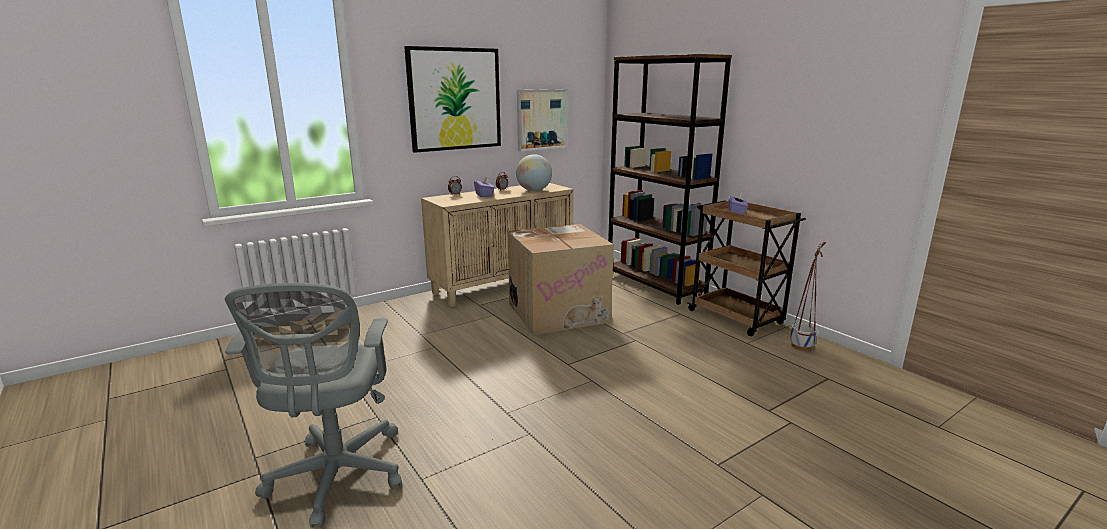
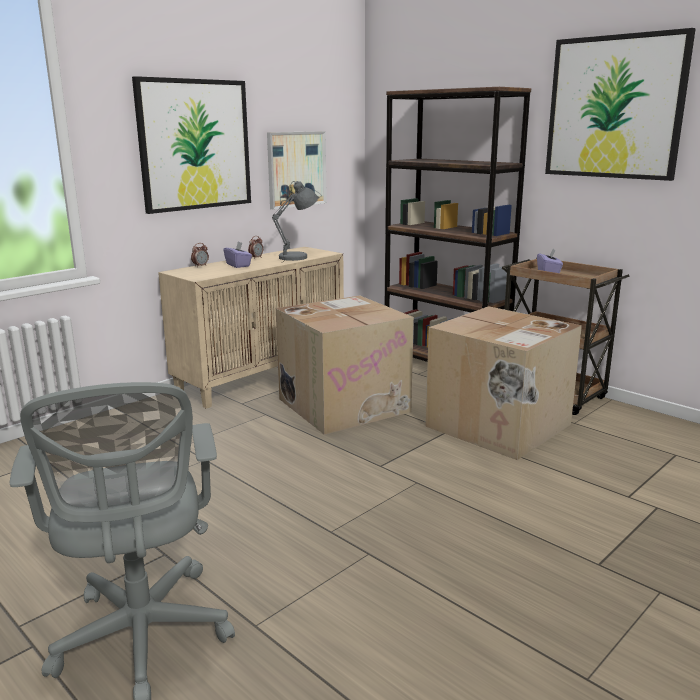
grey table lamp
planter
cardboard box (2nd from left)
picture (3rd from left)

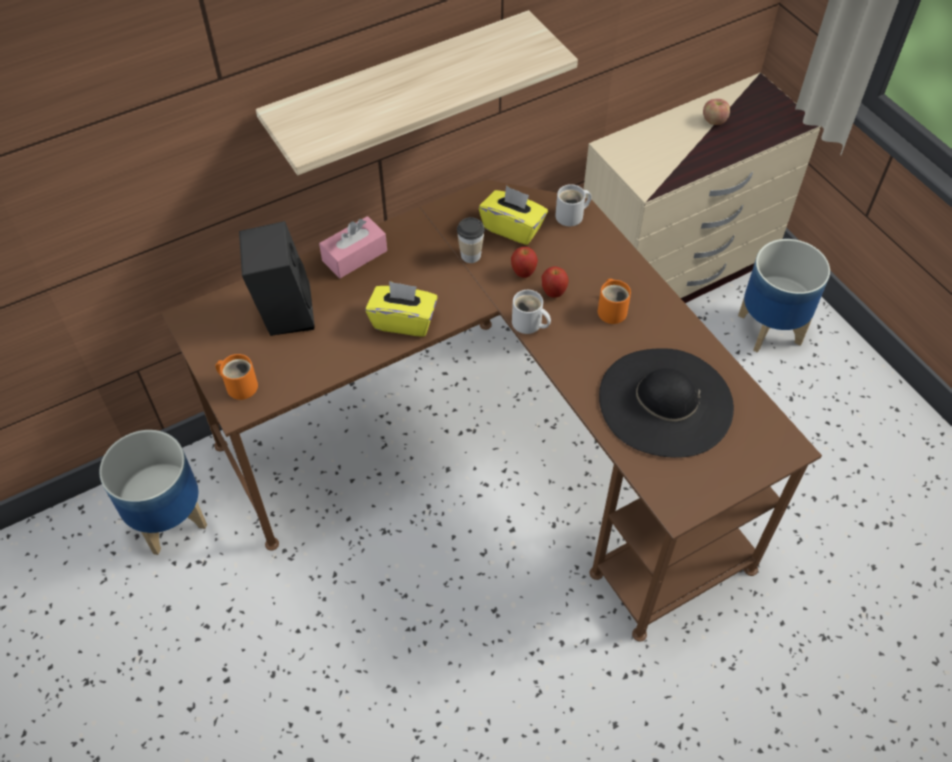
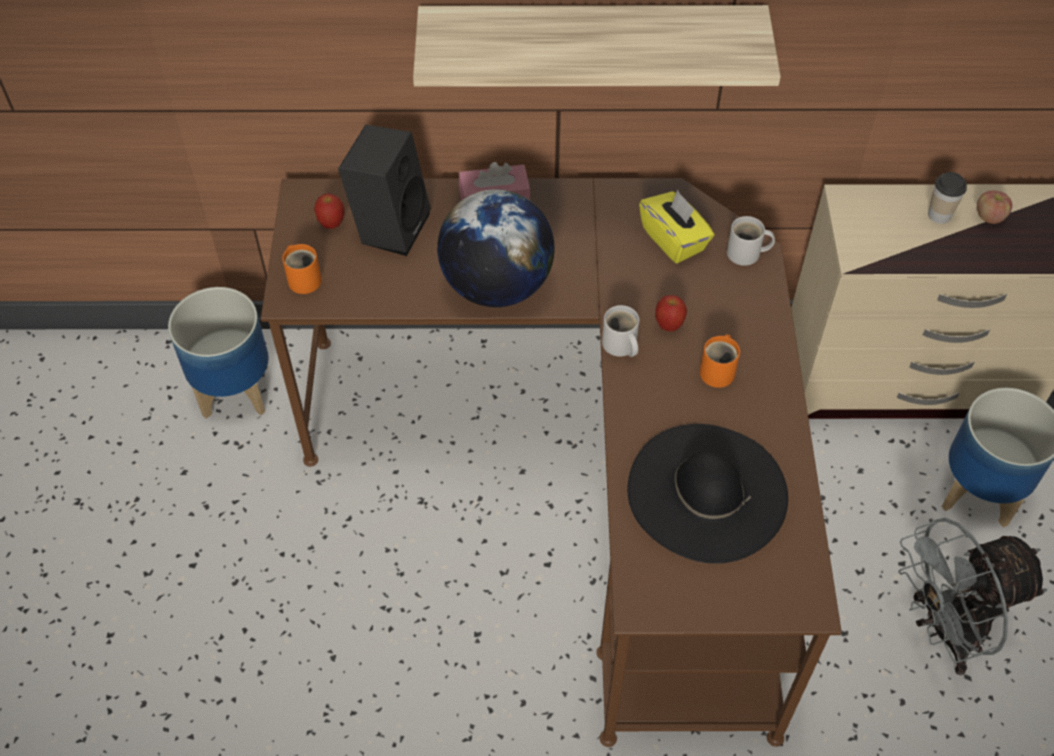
globe
cup
apple (1st from left)
grey fan

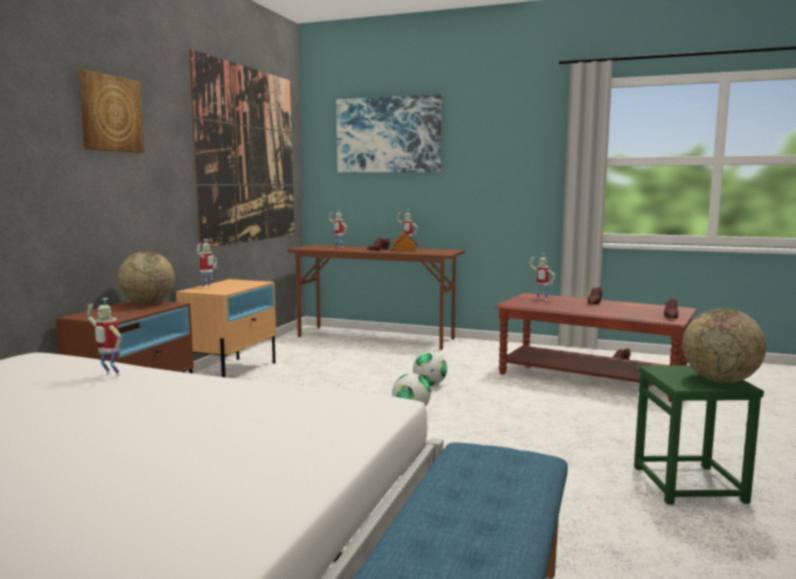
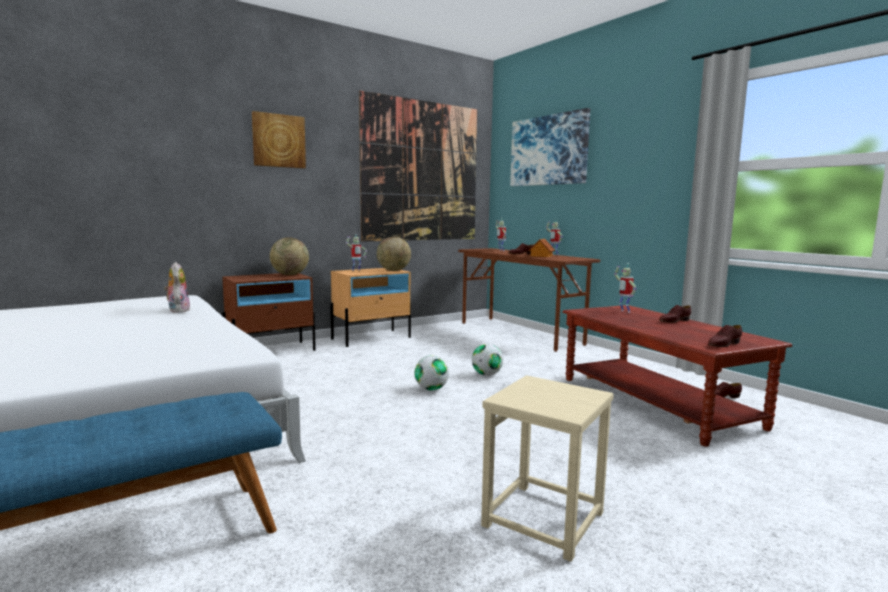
plush toy
beige stool
globe (2nd from left)

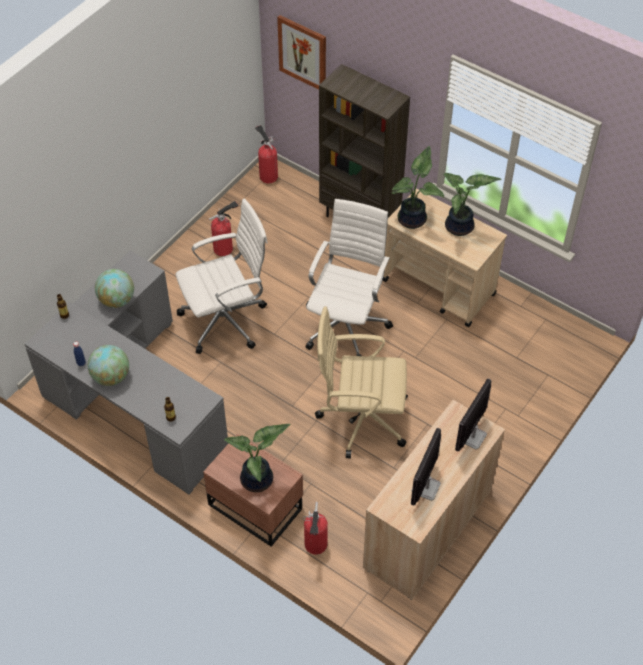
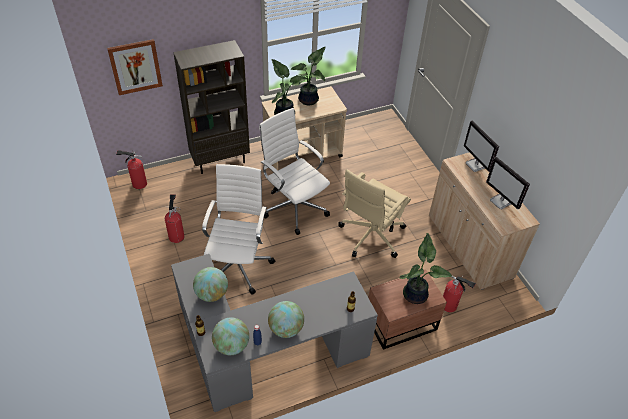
globe (2nd from left)

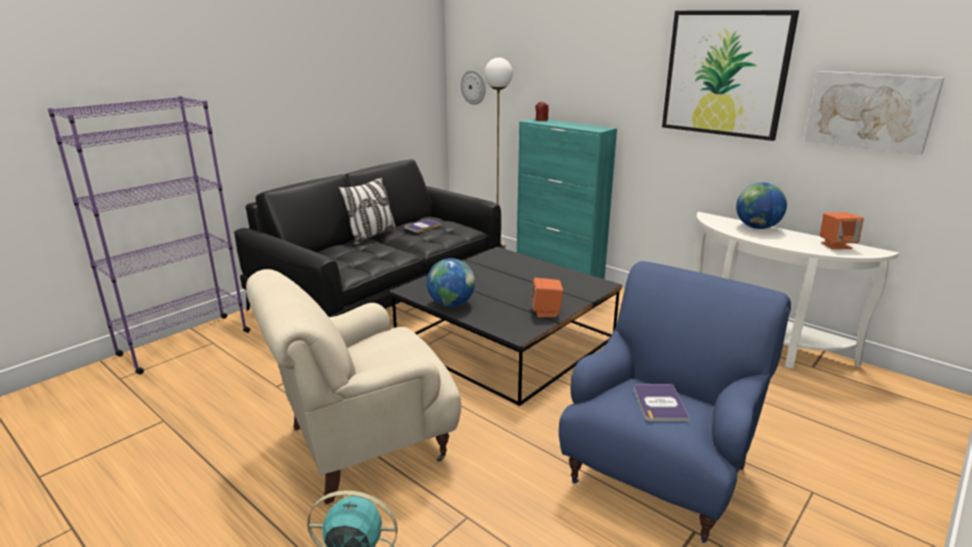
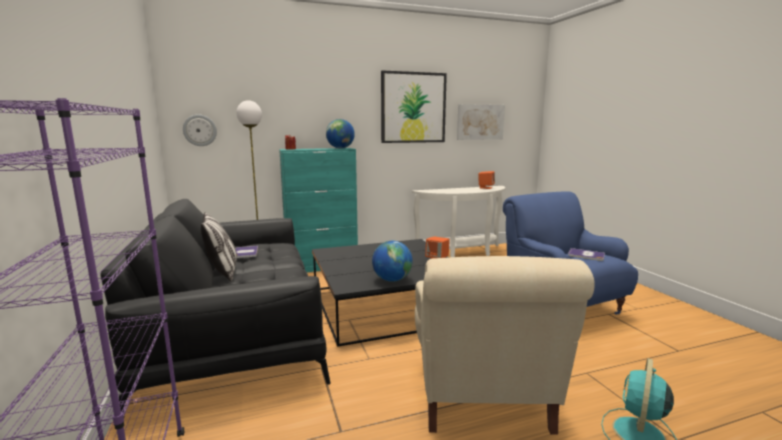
globe (1st from left)

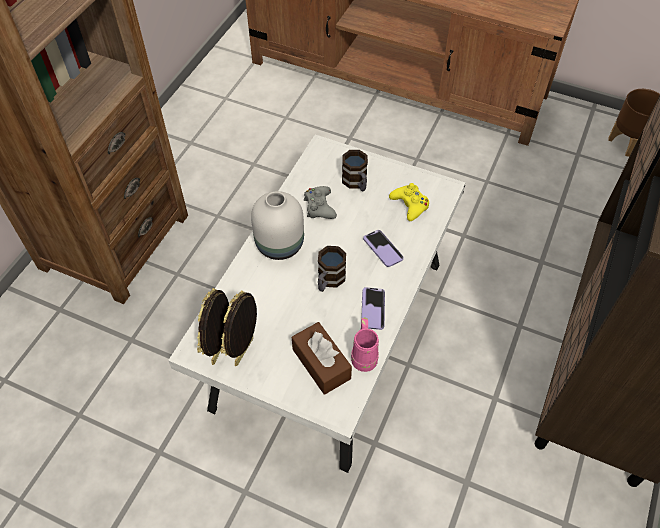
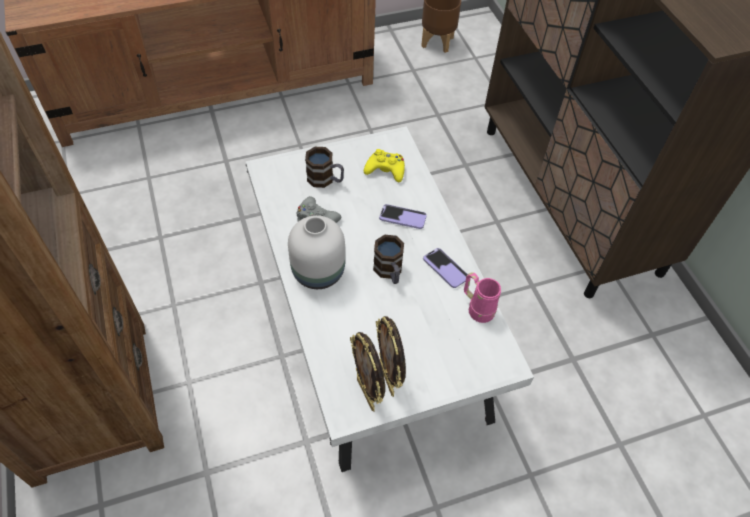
brown tissue box

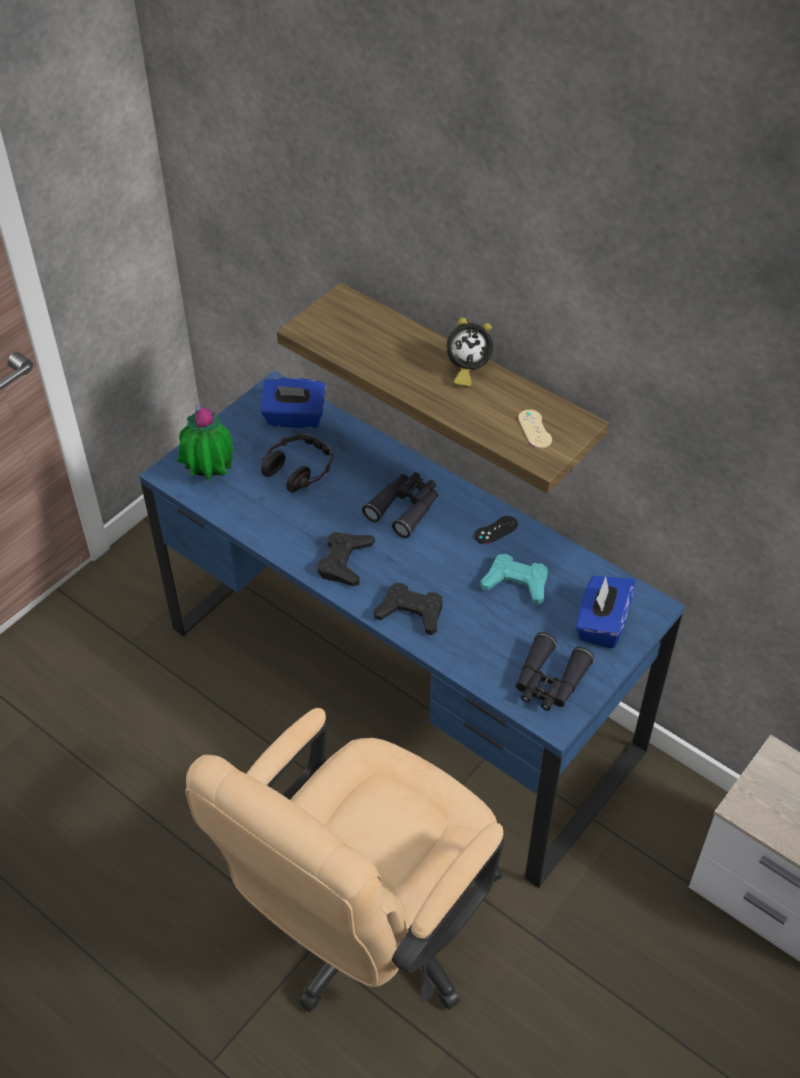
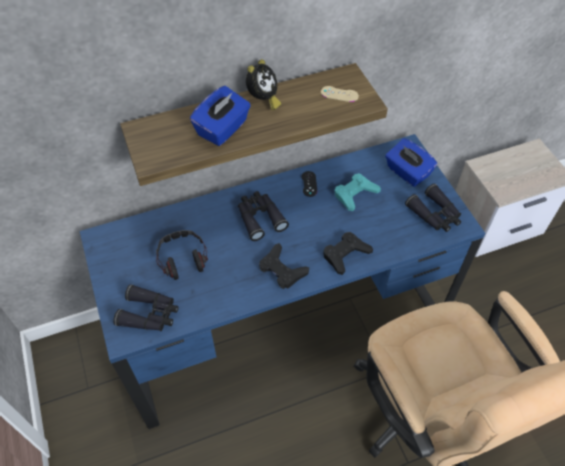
black binoculars (1st from left)
blue tissue box (1st from left)

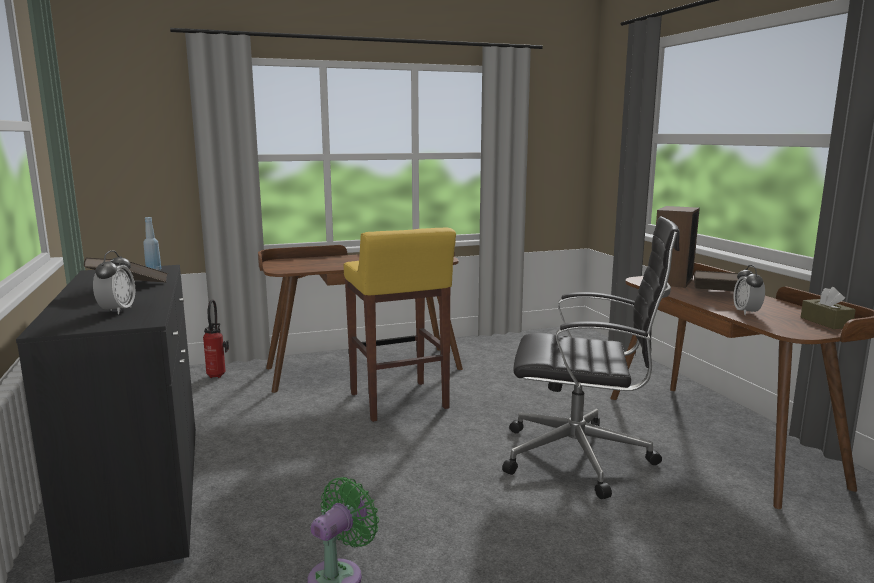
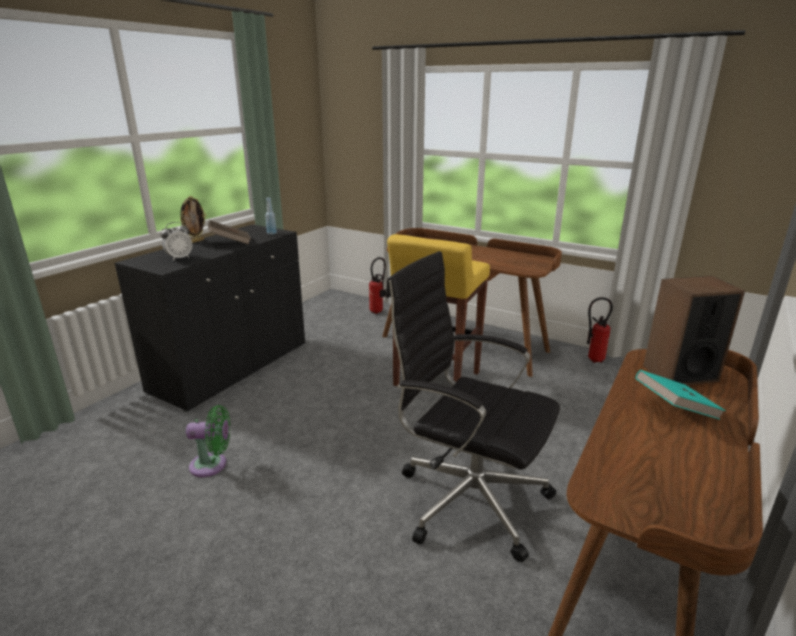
black office chair
turquoise book
alarm clock (2nd from left in the first image)
brown tissue box
picture frame
fire extinguisher (2nd from left)

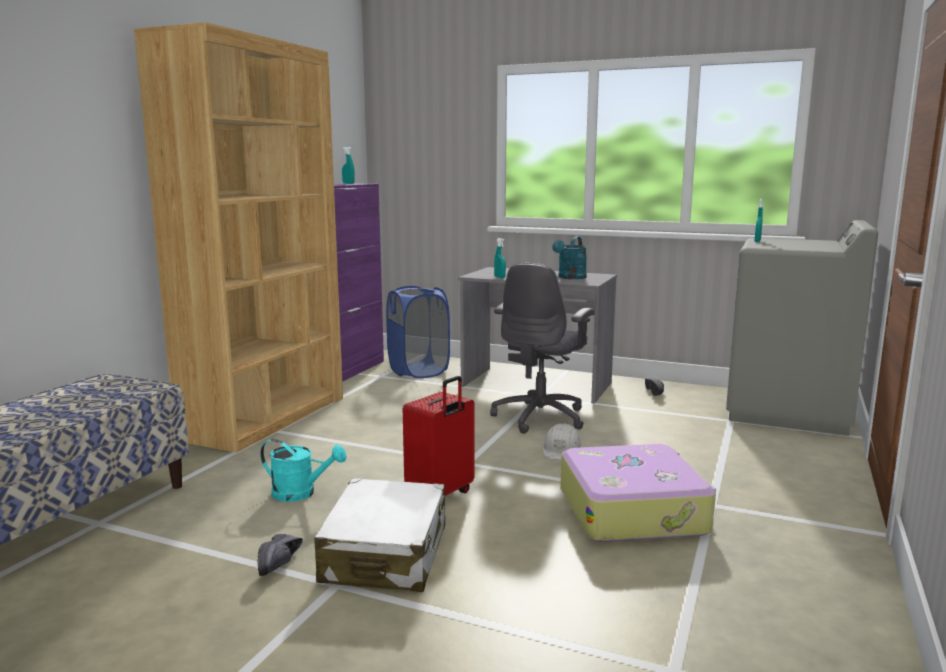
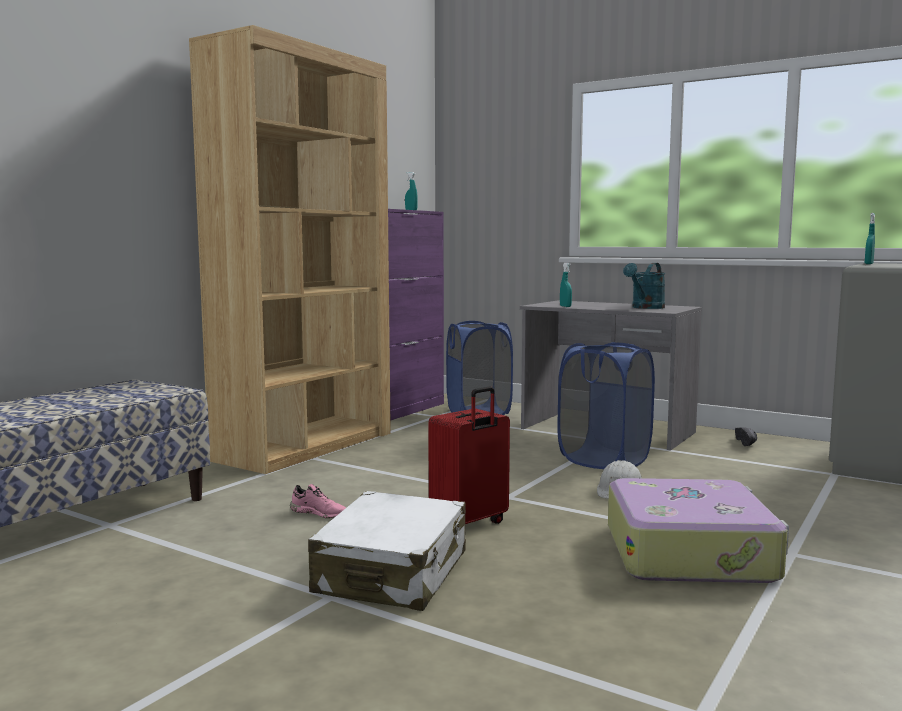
black shoe (1st from left in the first image)
pink shoe
blue laundry basket (2nd from left)

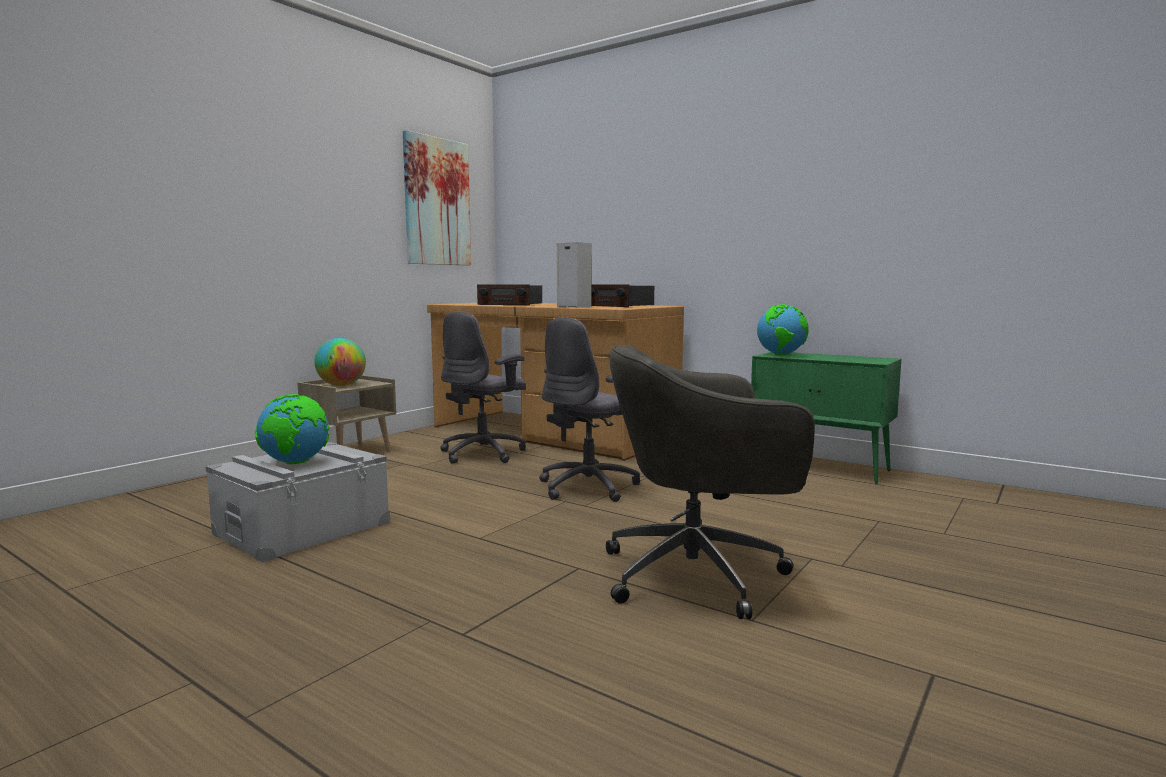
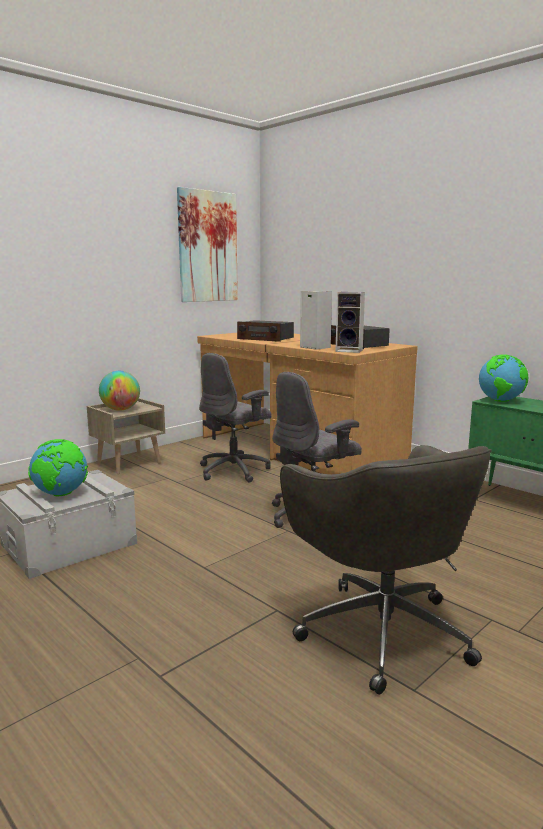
grey office chair (3rd from left)
speaker (2nd from left)

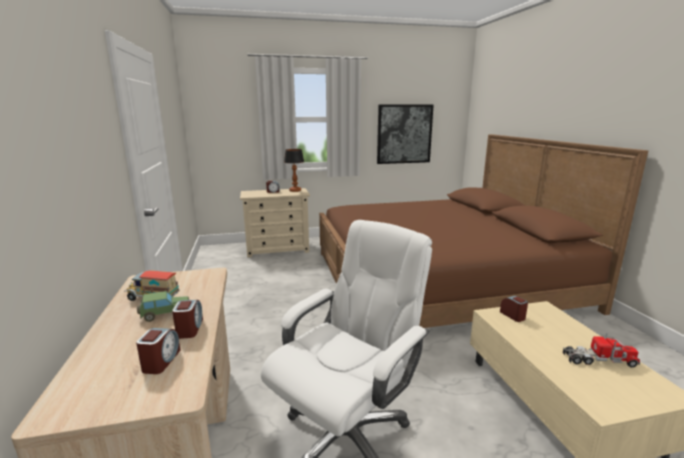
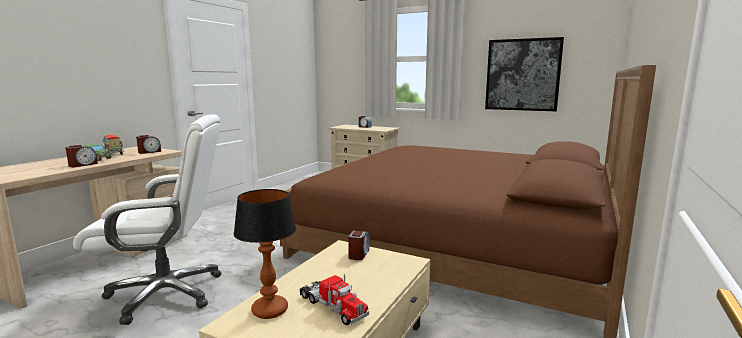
alarm clock (2nd from left)
table lamp

